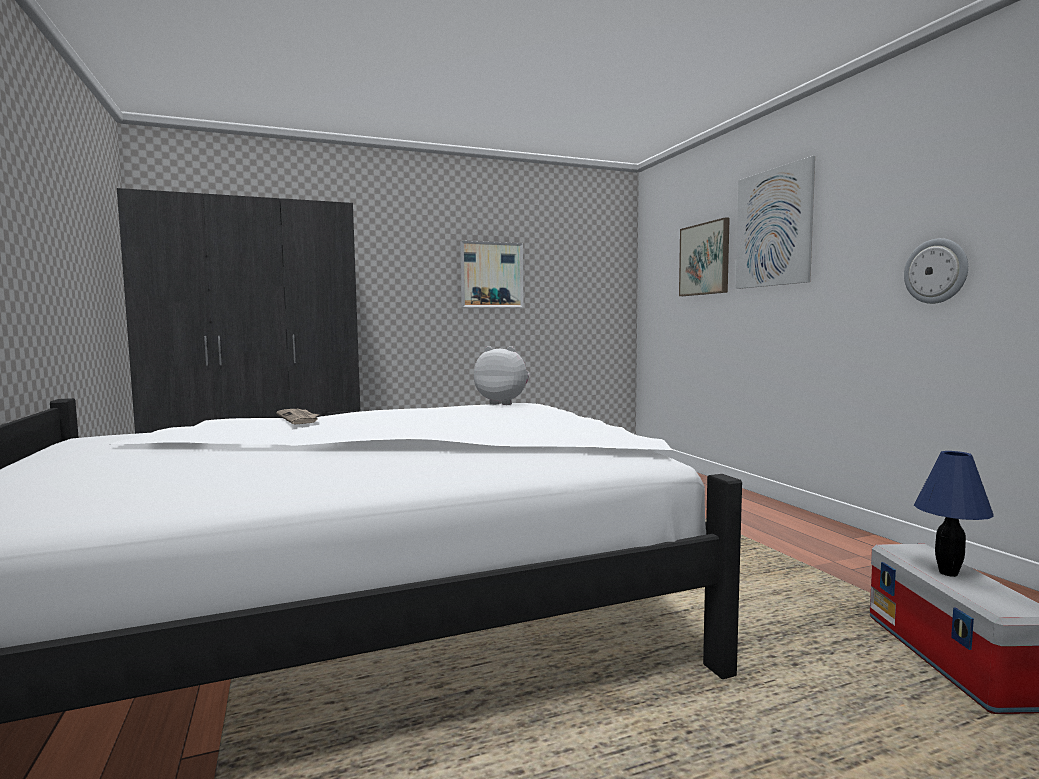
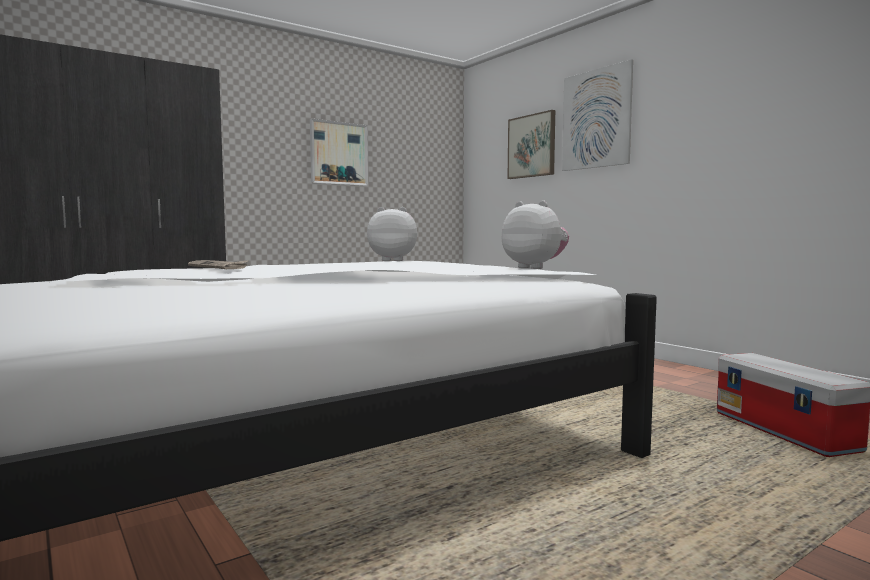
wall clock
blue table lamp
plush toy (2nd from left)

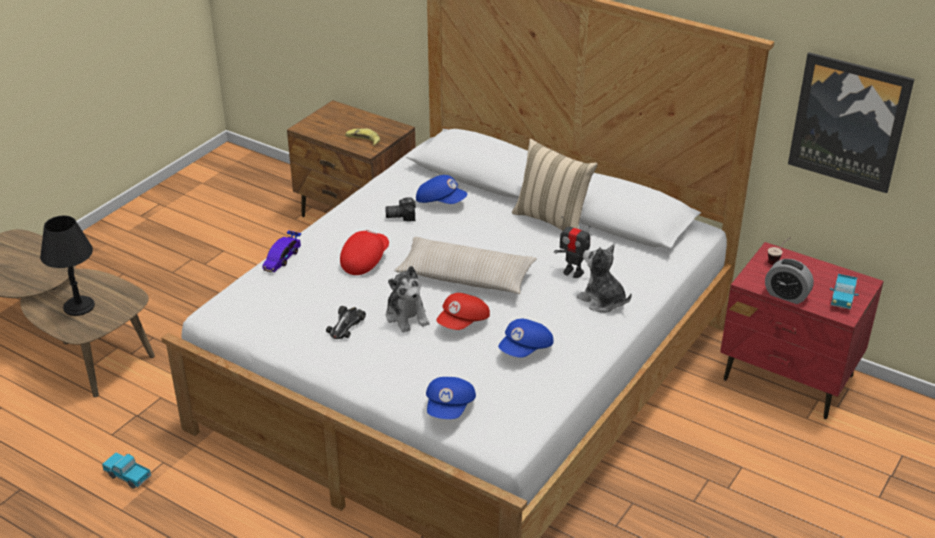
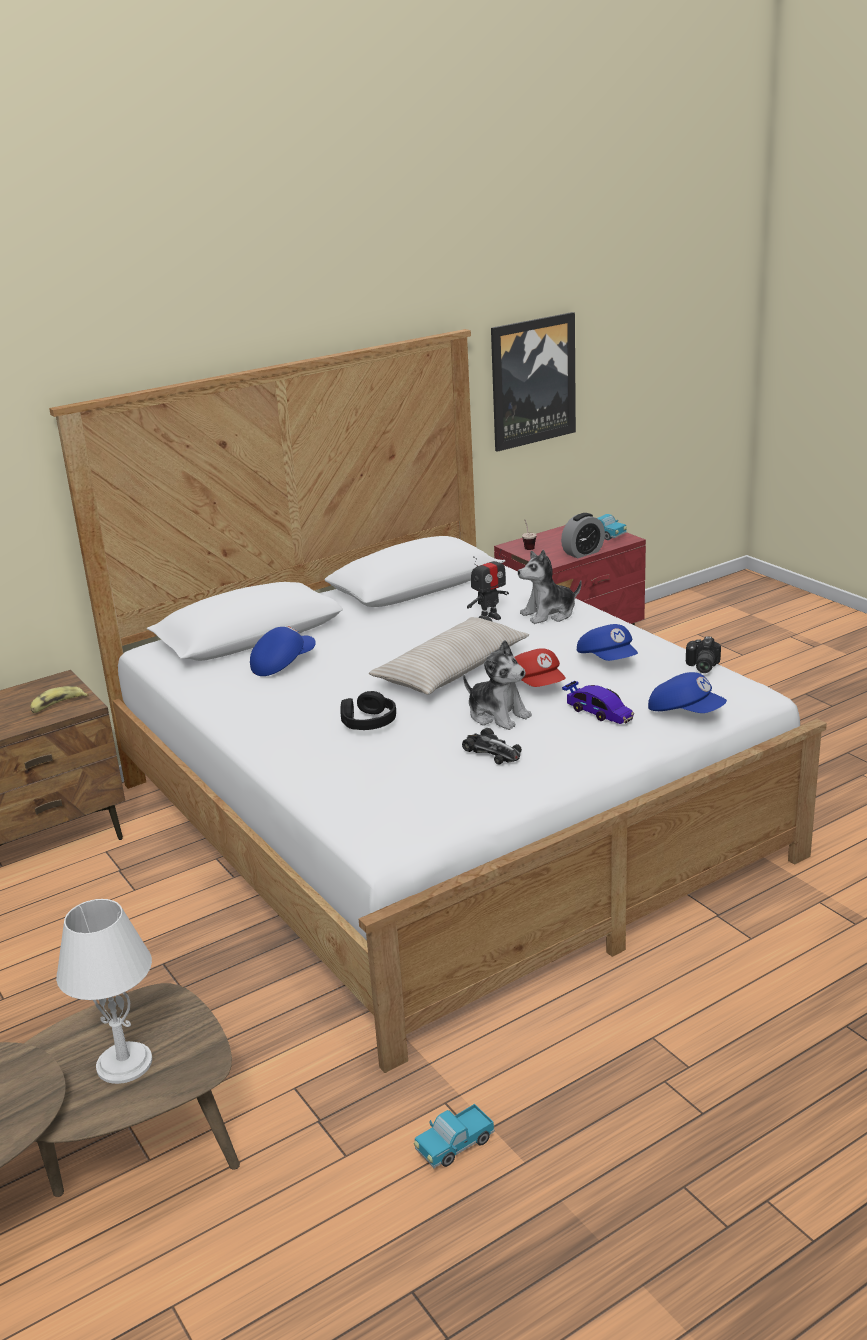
white table lamp
toy car (2nd from left)
black headphones
photo camera
plush toy (1st from left)
beige pillow (2nd from left in the first image)

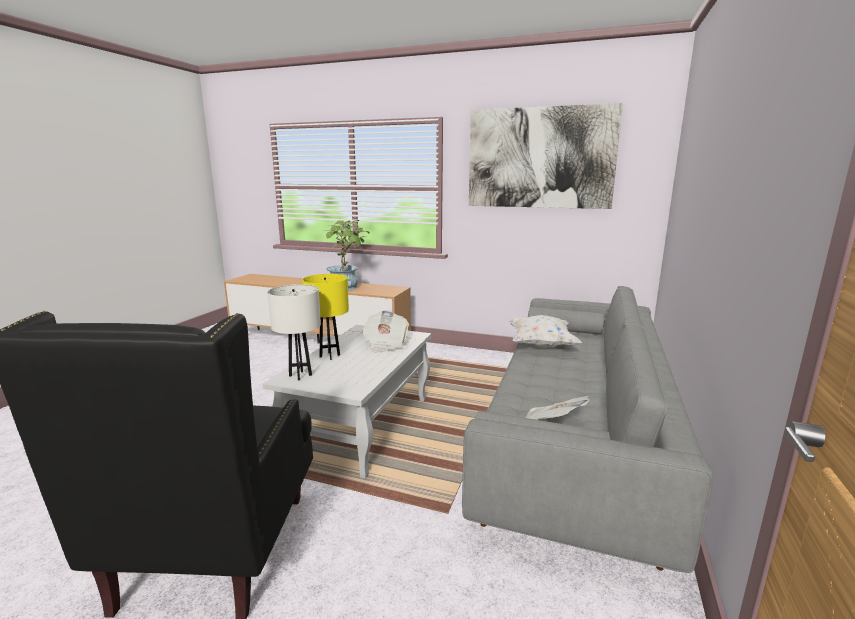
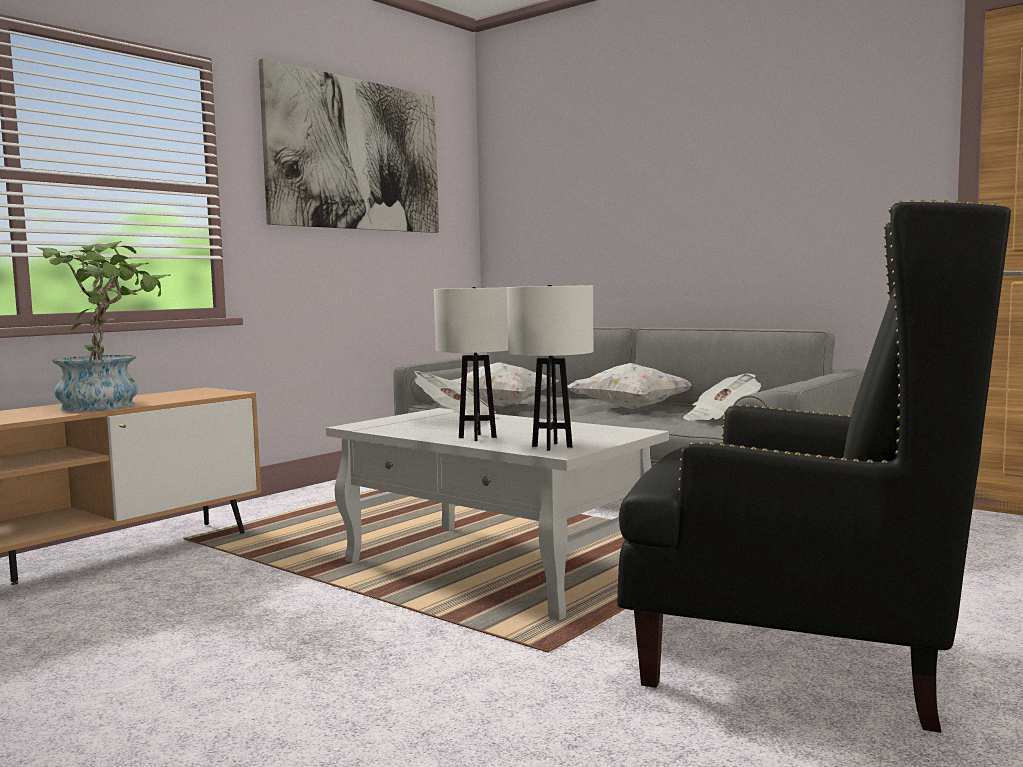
white table lamp (1st from left)
white pillow (2nd from left)

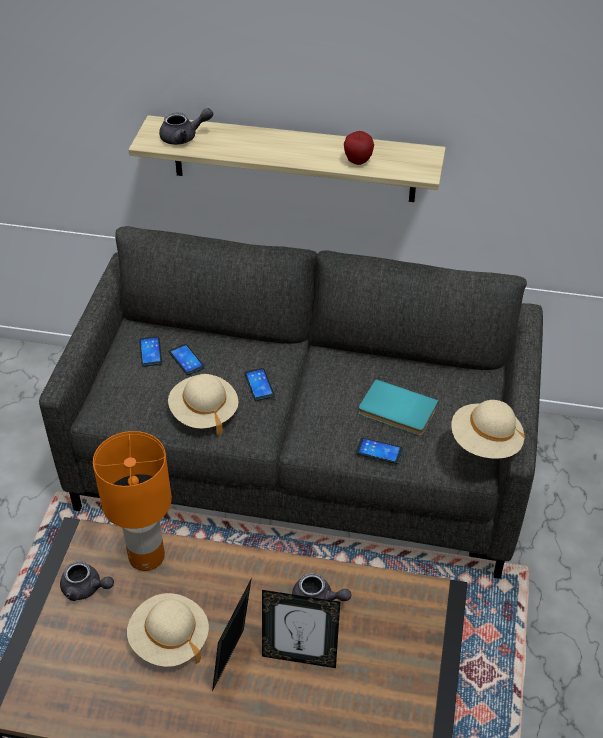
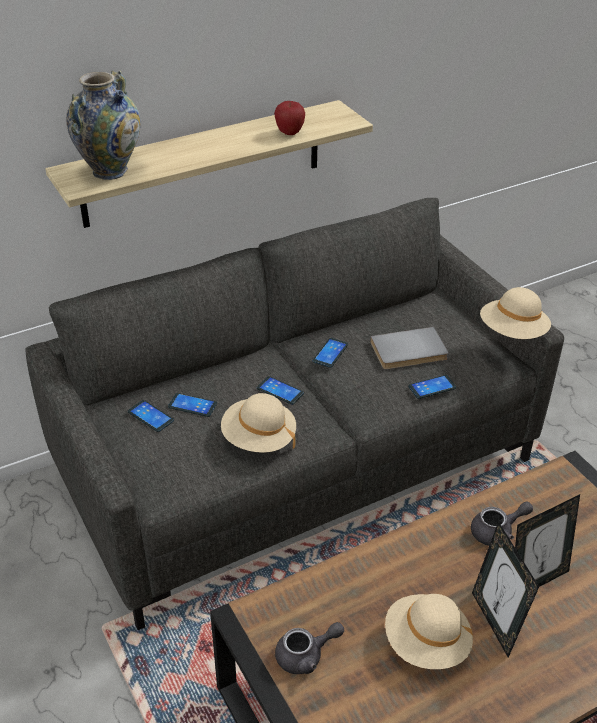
orange table lamp
vase
grey book
phone (4th from left)

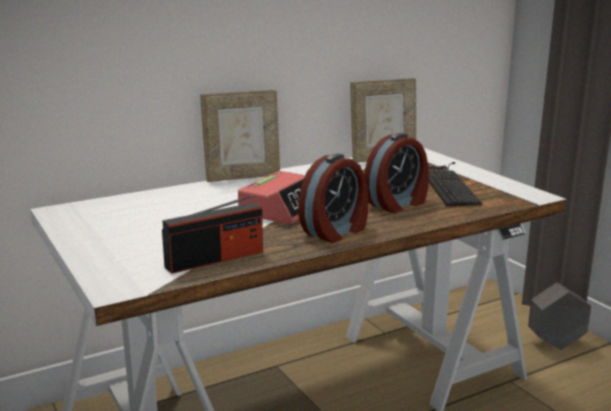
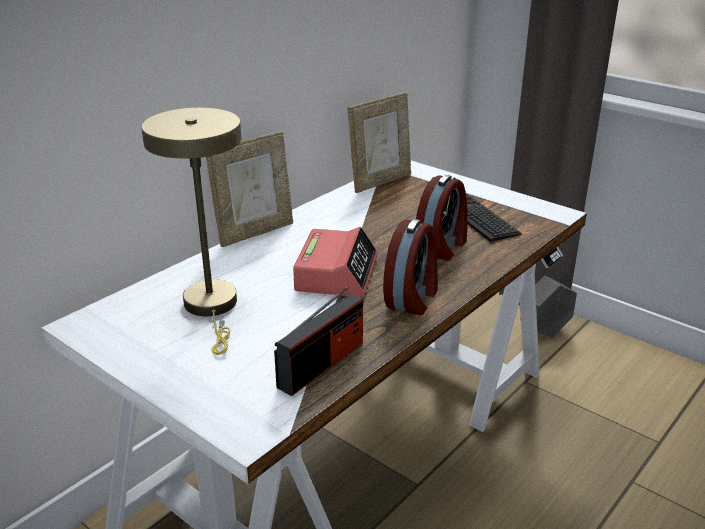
beige table lamp

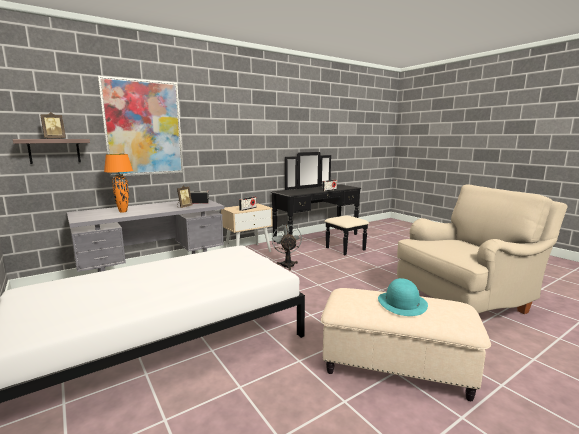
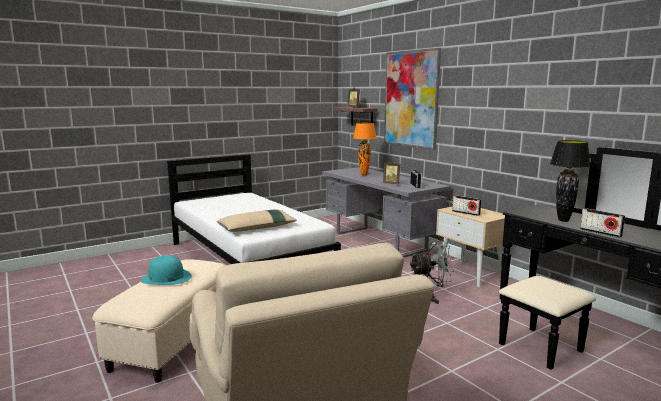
beige pillow
black table lamp

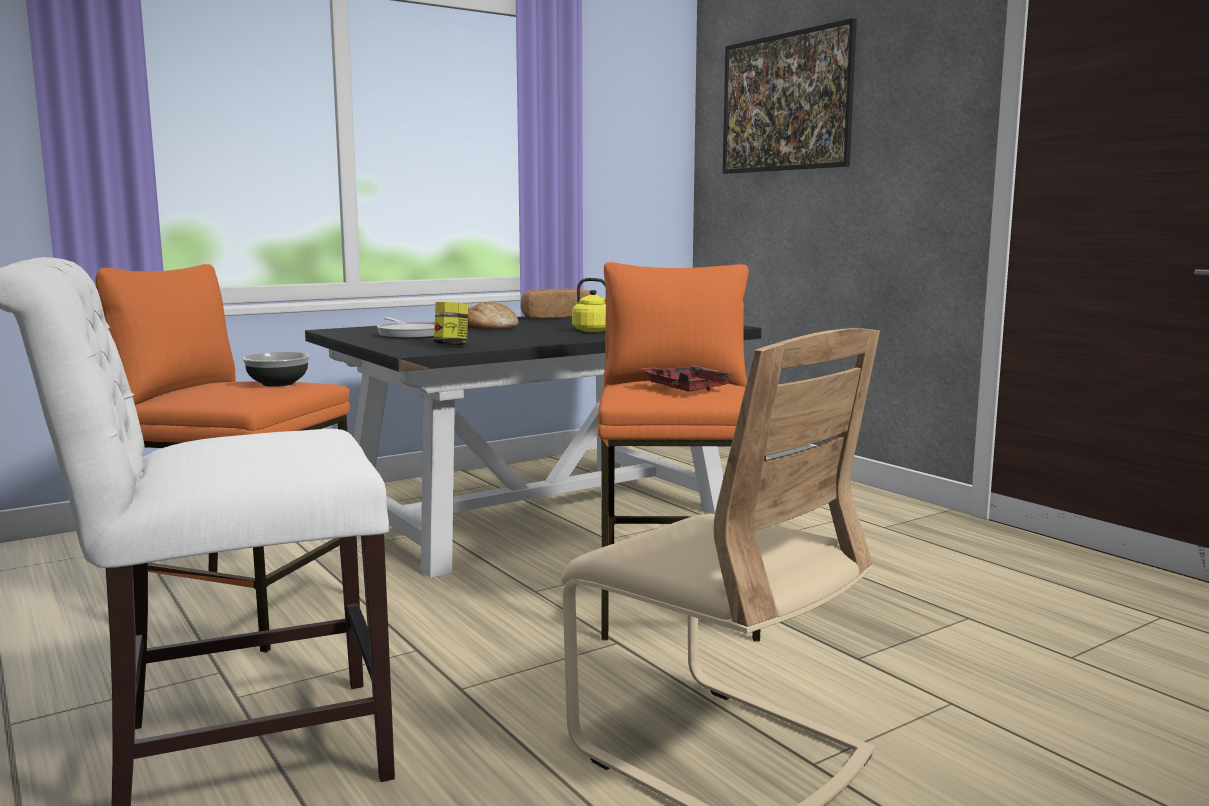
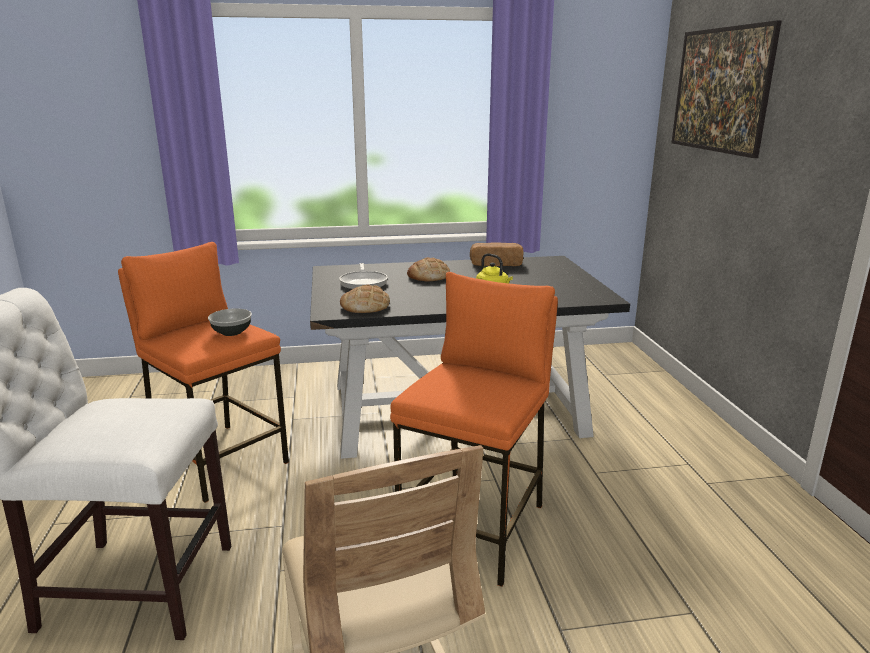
bread (1st from left)
red tray

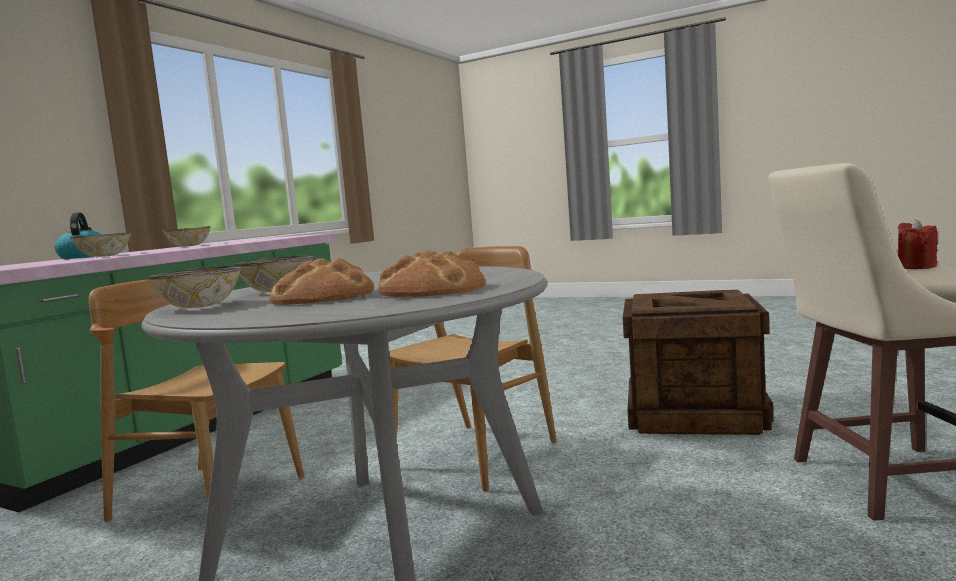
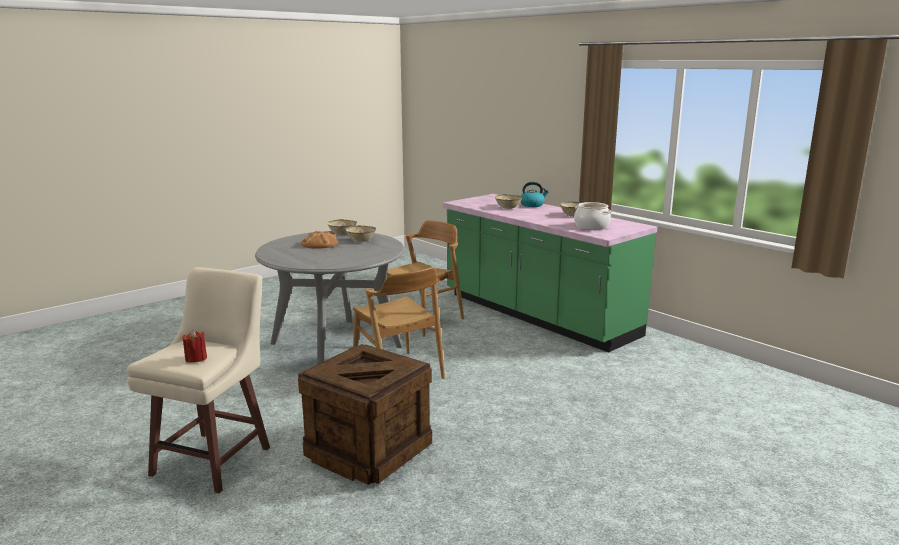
bread (2nd from left in the first image)
cooking pot

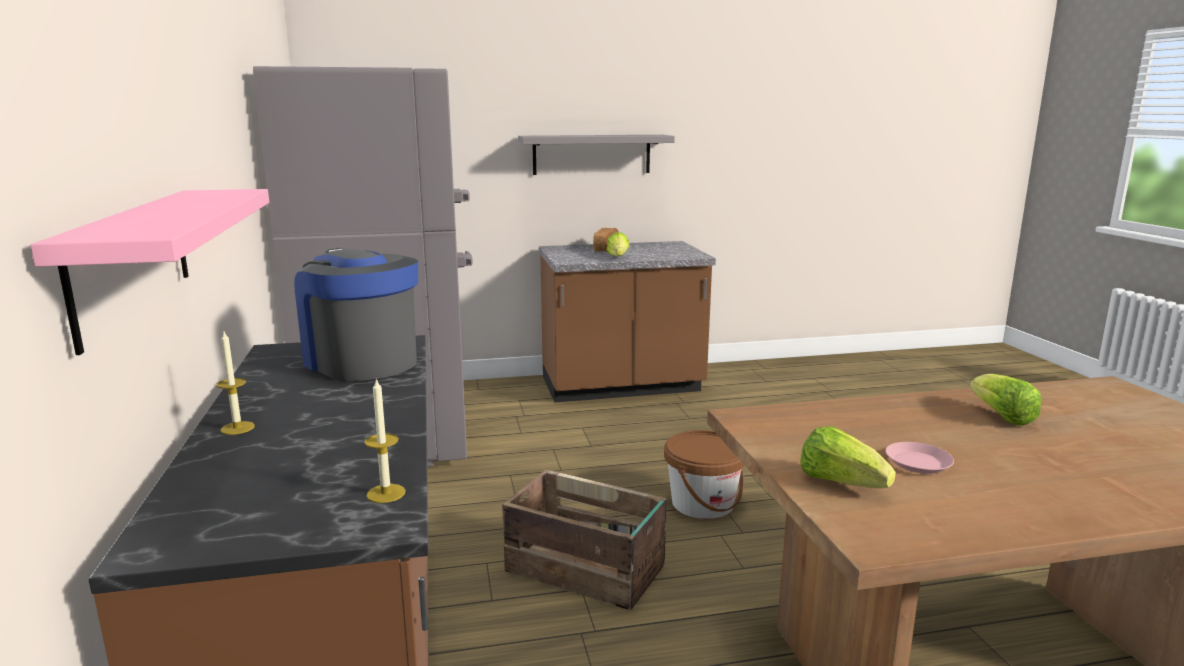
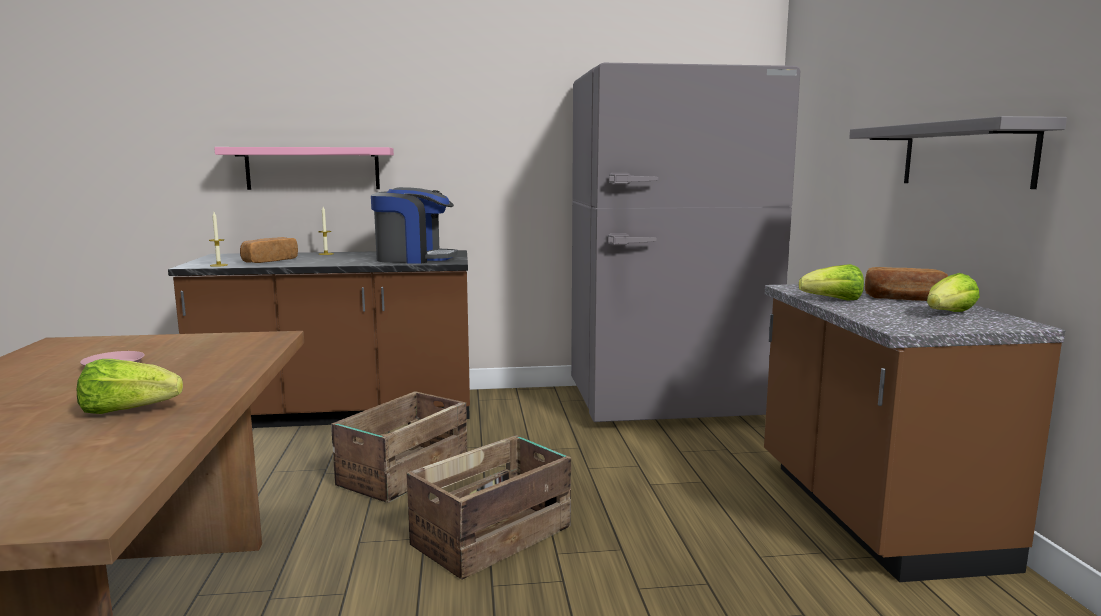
coffee machine
crate (2nd from left)
lettuce (3rd from left)
bread (1st from left)

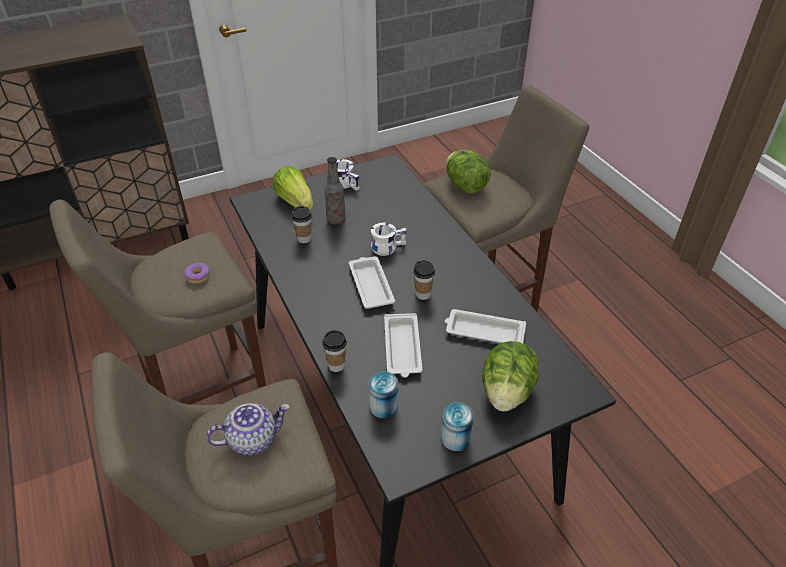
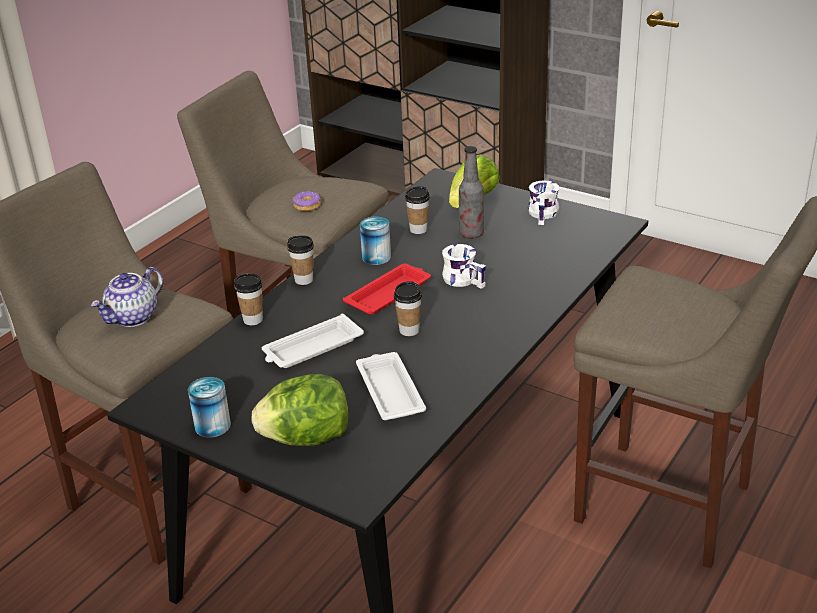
teapot
red tray
can (2nd from left)
lettuce (2nd from left in the first image)
cup (2nd from left)

